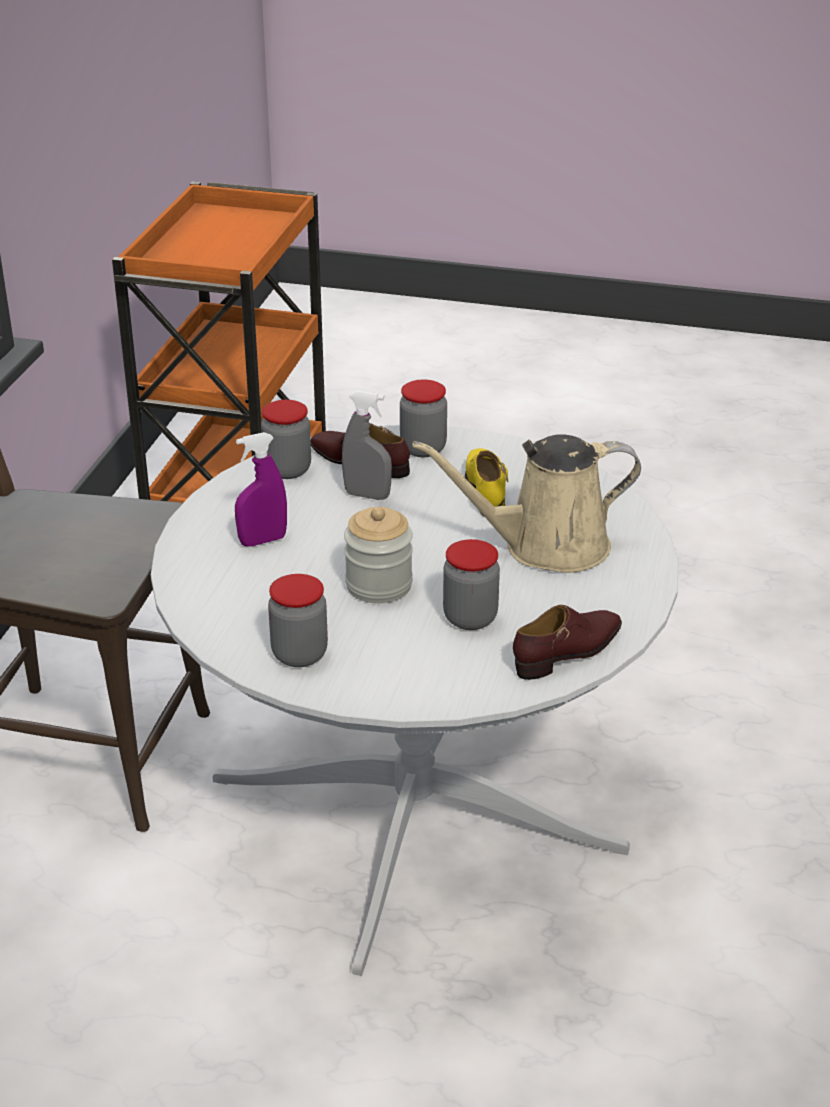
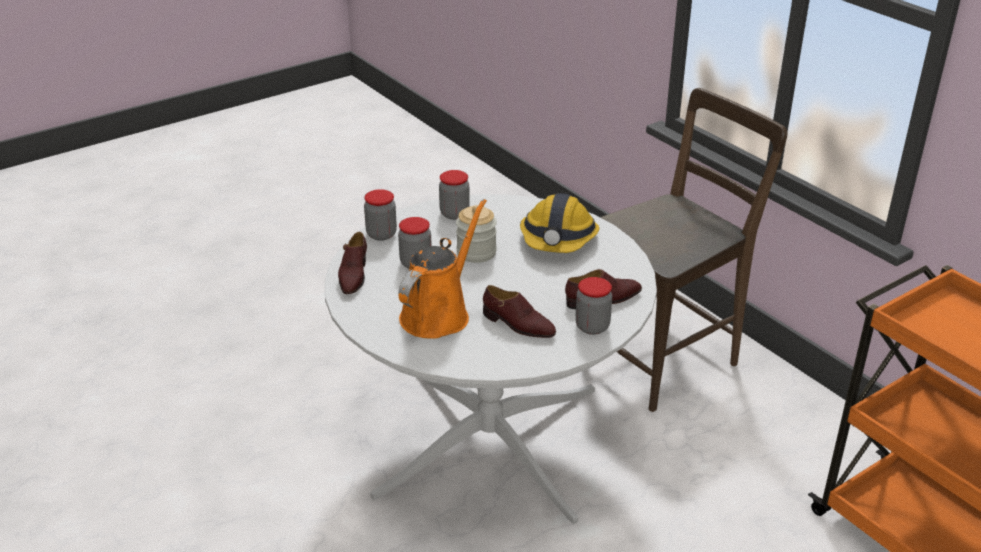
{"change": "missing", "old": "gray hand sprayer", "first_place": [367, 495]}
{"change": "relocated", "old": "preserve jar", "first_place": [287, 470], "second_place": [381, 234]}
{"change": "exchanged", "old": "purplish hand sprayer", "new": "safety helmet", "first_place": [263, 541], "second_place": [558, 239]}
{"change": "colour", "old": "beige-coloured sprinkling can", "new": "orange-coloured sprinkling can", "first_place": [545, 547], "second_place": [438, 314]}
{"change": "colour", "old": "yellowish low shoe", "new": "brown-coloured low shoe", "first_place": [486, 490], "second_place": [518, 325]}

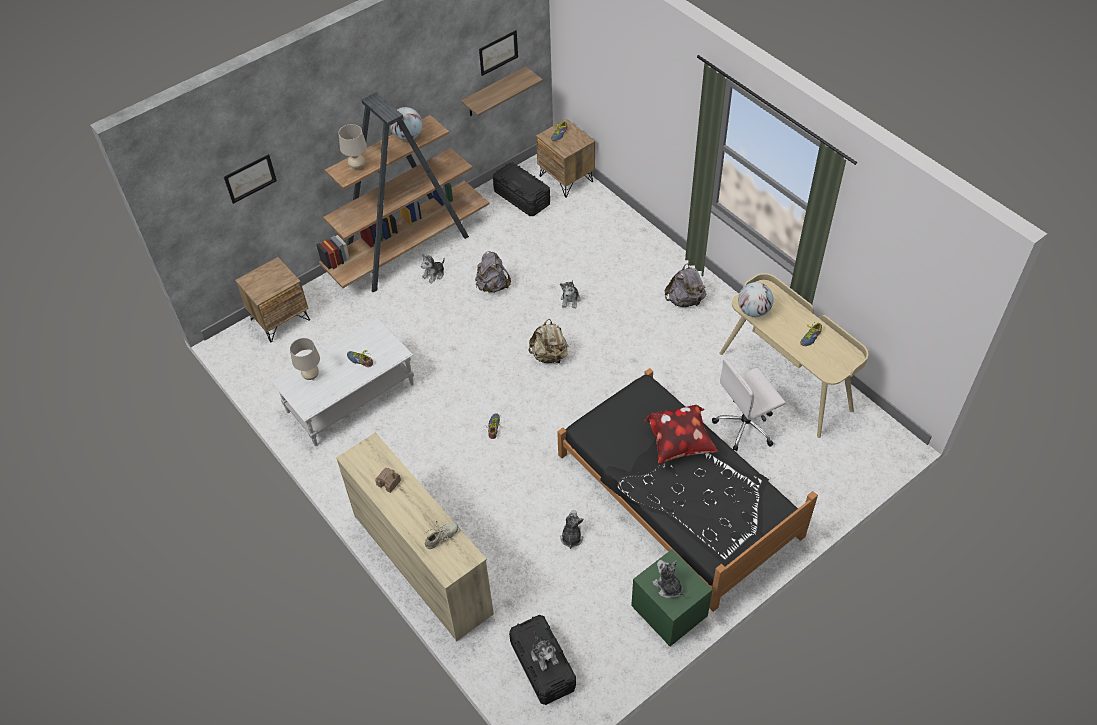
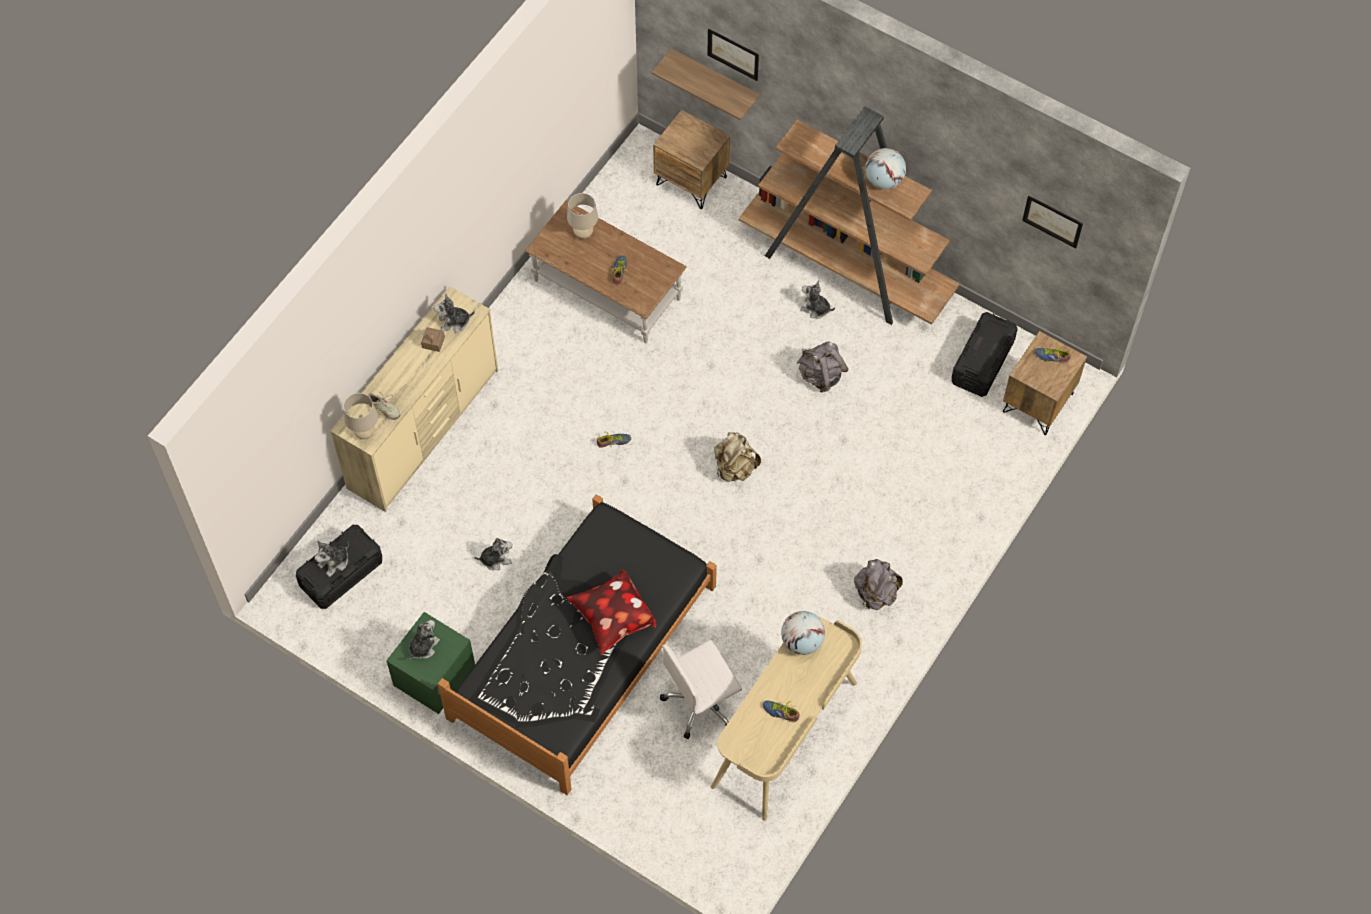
{"change": "relocated", "old": "wall shelf", "first_place": [494, 92], "second_place": [715, 80]}
{"change": "relocated", "old": "beige-coloured lamp for a table", "first_place": [357, 166], "second_place": [365, 433]}
{"change": "relocated", "old": "soft toy", "first_place": [570, 300], "second_place": [454, 322]}
{"change": "colour", "old": "whitish lounge table", "new": "brown-coloured lounge table", "first_place": [350, 398], "second_place": [607, 289]}
{"change": "spun", "old": "whitish computer chair", "first_place": [746, 426], "second_place": [701, 703], "degrees": -75}

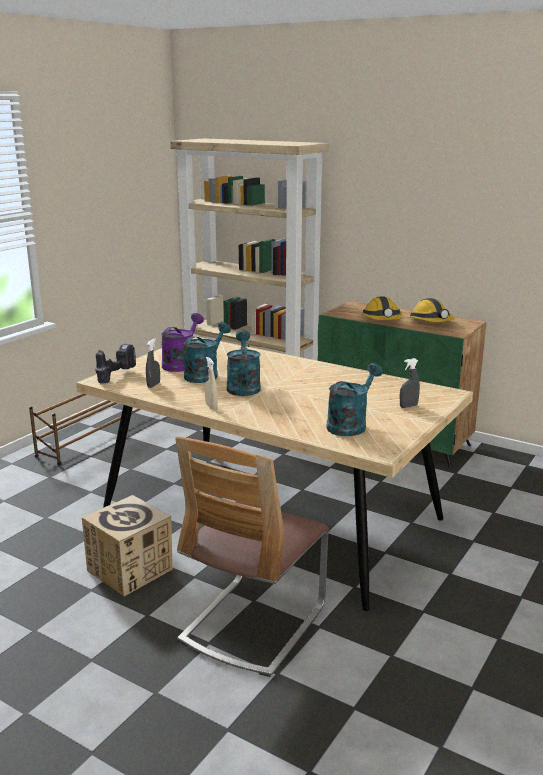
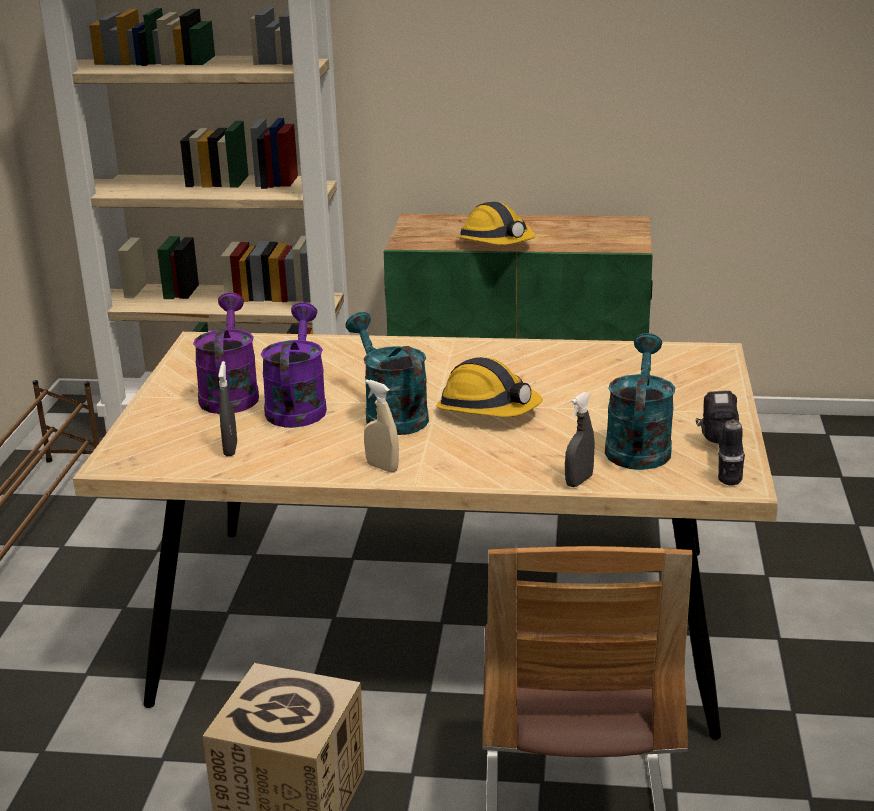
{"change": "relocated", "old": "safety helmet", "first_place": [431, 322], "second_place": [488, 409]}
{"change": "colour", "old": "turquoise sprinkling can", "new": "purplish sprinkling can", "first_place": [204, 374], "second_place": [297, 406]}
{"change": "relocated", "old": "power drill", "first_place": [115, 375], "second_place": [719, 460]}
{"change": "relocated", "old": "gray hand sprayer", "first_place": [408, 406], "second_place": [579, 481]}

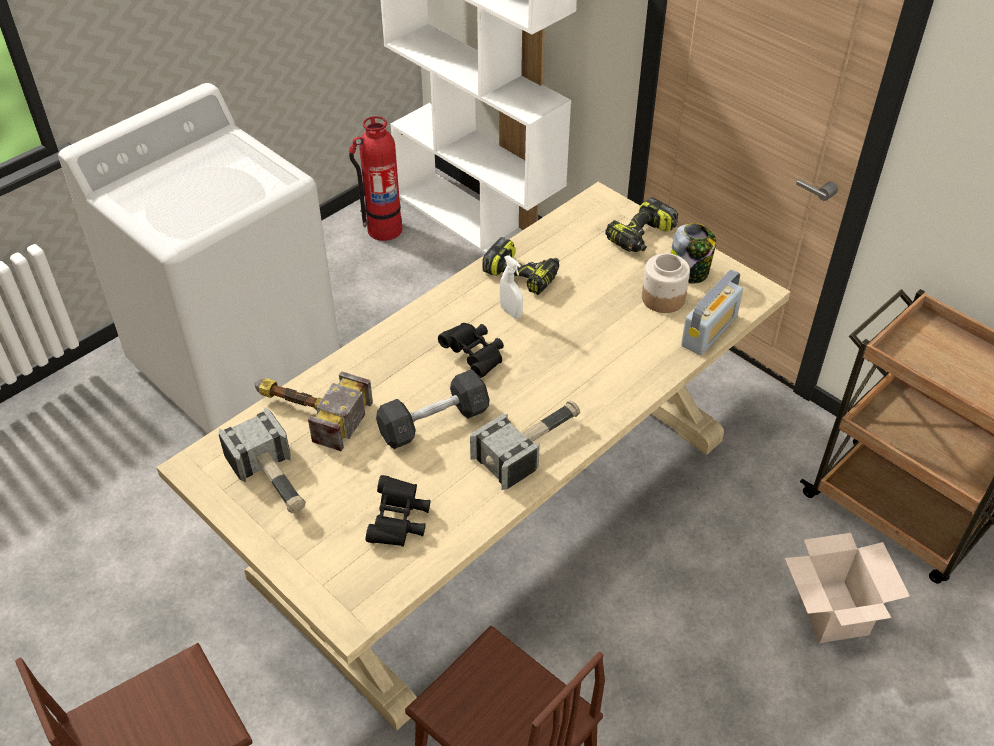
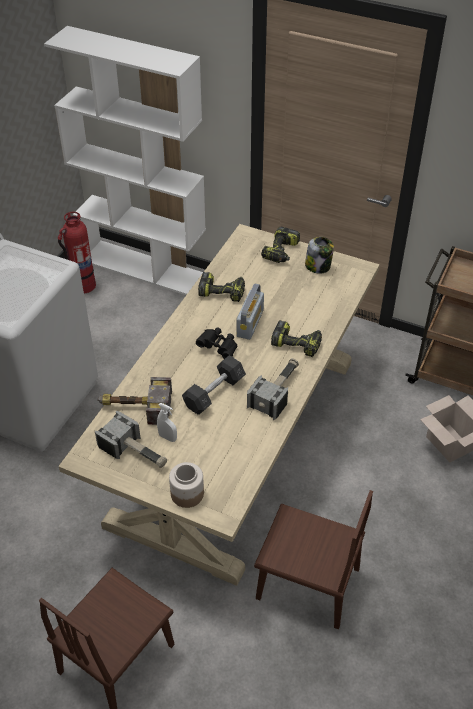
{"change": "relocated", "old": "preserve jar", "first_place": [662, 298], "second_place": [186, 494]}
{"change": "relocated", "old": "whitish hand sprayer", "first_place": [511, 312], "second_place": [167, 437]}
{"change": "relocated", "old": "radio set", "first_place": [709, 331], "second_place": [250, 323]}
{"change": "missing", "old": "black binoculars", "first_place": [399, 521]}
{"change": "appeared", "new": "power drill", "second_place": [297, 343]}

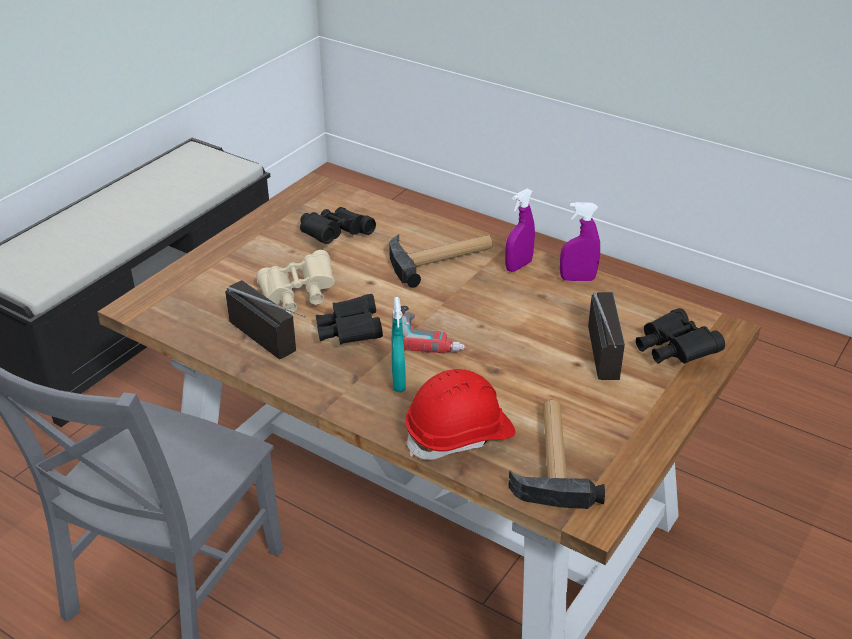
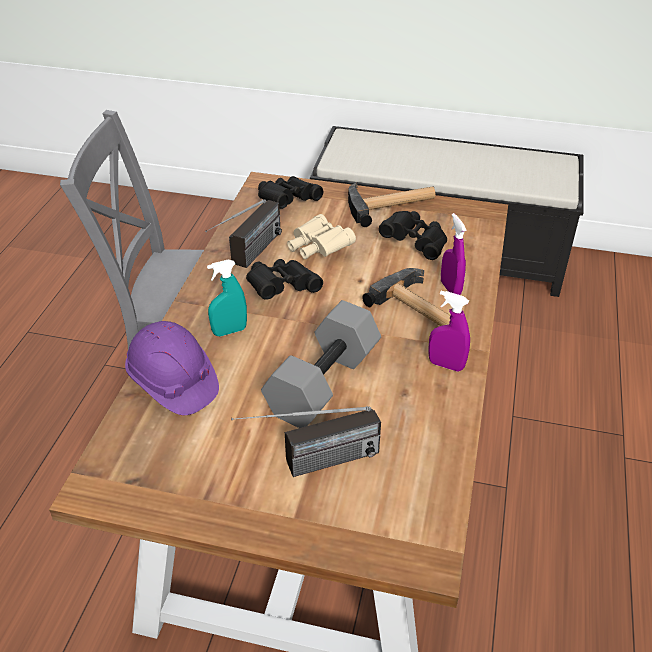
{"change": "relocated", "old": "purplish hand sprayer", "first_place": [577, 279], "second_place": [450, 289]}
{"change": "missing", "old": "power drill", "first_place": [430, 331]}
{"change": "relocated", "old": "black binoculars", "first_place": [673, 351], "second_place": [287, 202]}
{"change": "colour", "old": "reddish safety helmet", "new": "purplish safety helmet", "first_place": [460, 435], "second_place": [173, 383]}
{"change": "relocated", "old": "hand hammer", "first_place": [552, 458], "second_place": [391, 205]}
{"change": "appeared", "new": "gray free weight", "second_place": [322, 381]}

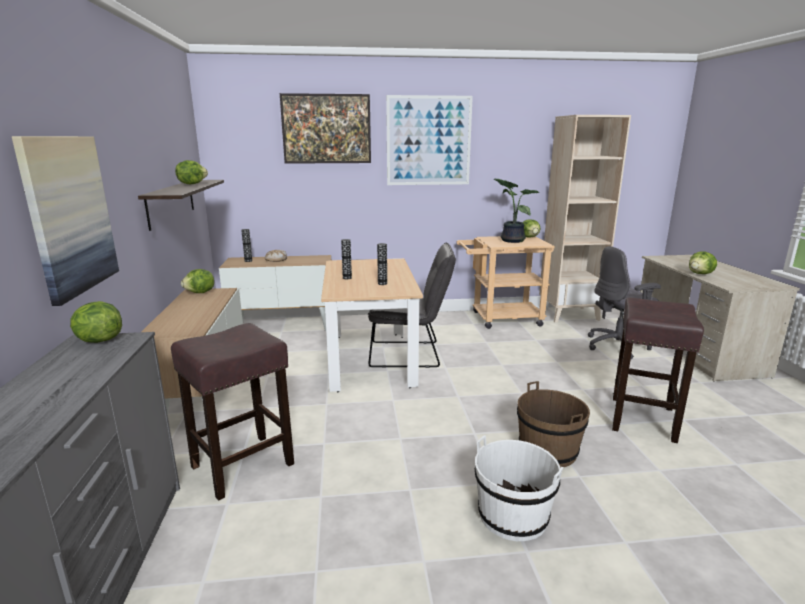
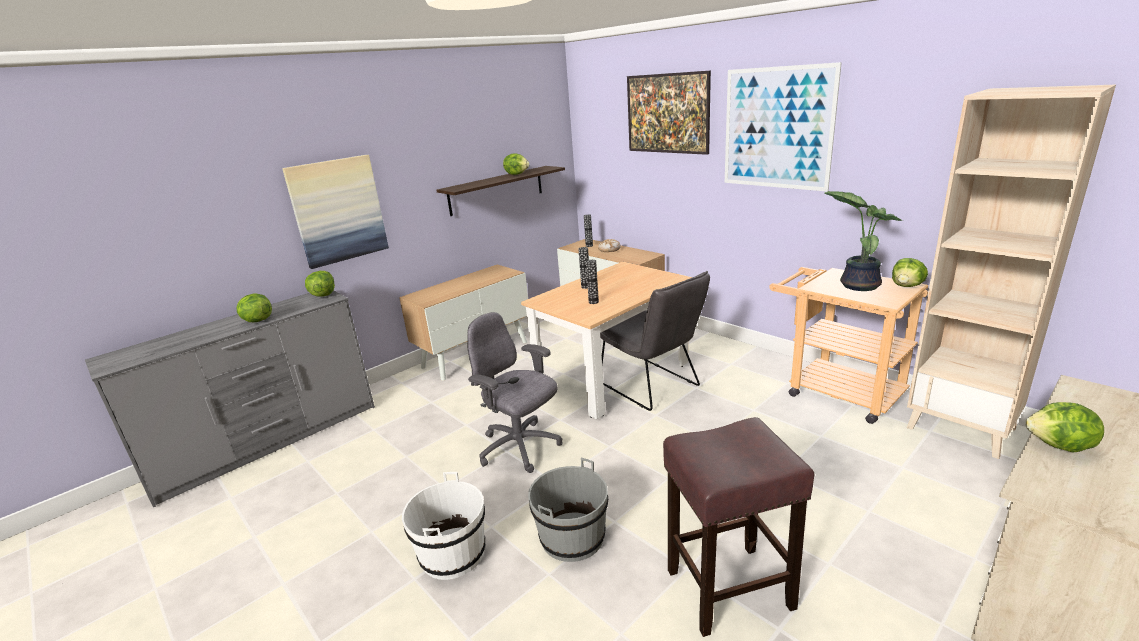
{"change": "relocated", "old": "gray computer chair", "first_place": [617, 346], "second_place": [520, 448]}
{"change": "relocated", "old": "lettuce head", "first_place": [200, 293], "second_place": [257, 321]}
{"change": "missing", "old": "brown-coloured stool seat", "first_place": [244, 464]}
{"change": "colour", "old": "brown-coloured water bucket", "new": "gray water bucket", "first_place": [548, 451], "second_place": [572, 537]}

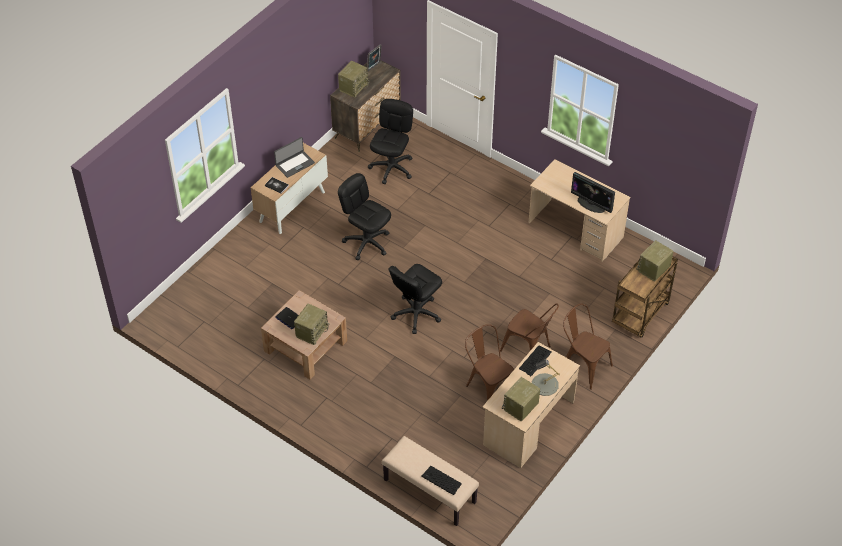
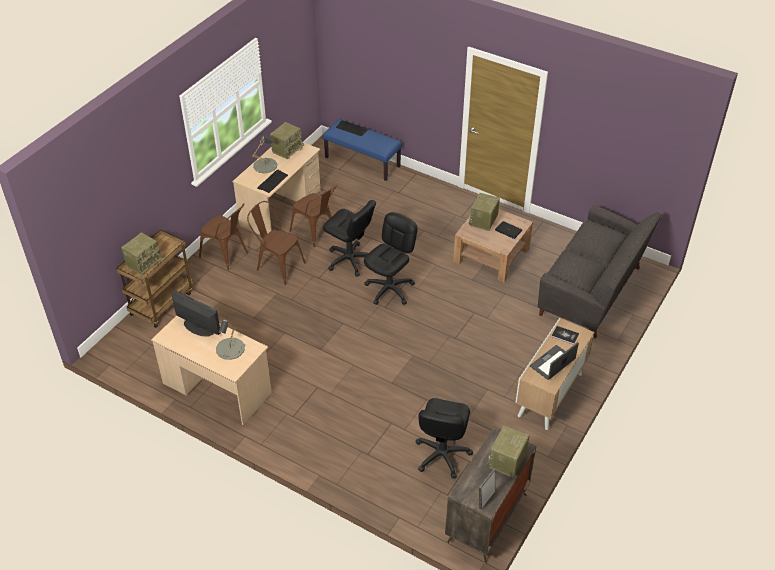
{"change": "relocated", "old": "black computer chair", "first_place": [367, 243], "second_place": [350, 260]}
{"change": "colour", "old": "beige-coloured long seat", "new": "blue long seat", "first_place": [429, 491], "second_place": [363, 162]}
{"change": "appeared", "new": "gray couch", "second_place": [592, 291]}
{"change": "appeared", "new": "gray lamp for a table", "second_place": [230, 348]}

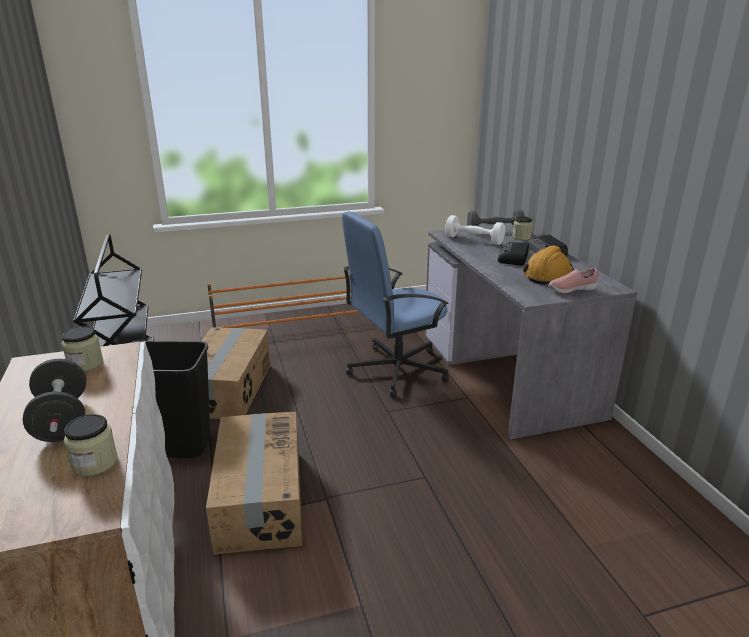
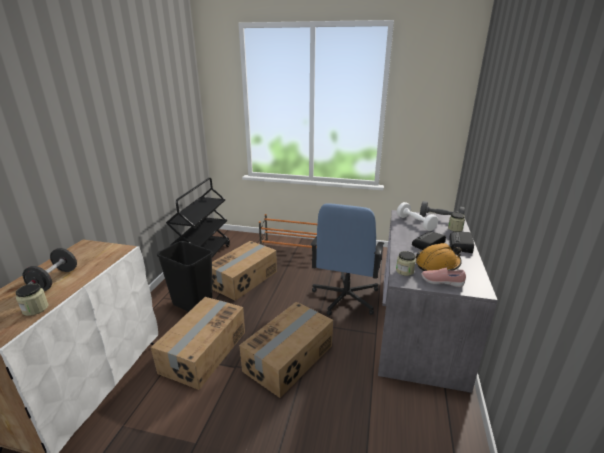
{"change": "spun", "old": "blue computer chair", "first_place": [396, 370], "second_place": [345, 298], "degrees": -75}
{"change": "relocated", "old": "preserve jar", "first_place": [85, 364], "second_place": [404, 271]}
{"change": "appeared", "new": "carton", "second_place": [289, 358]}

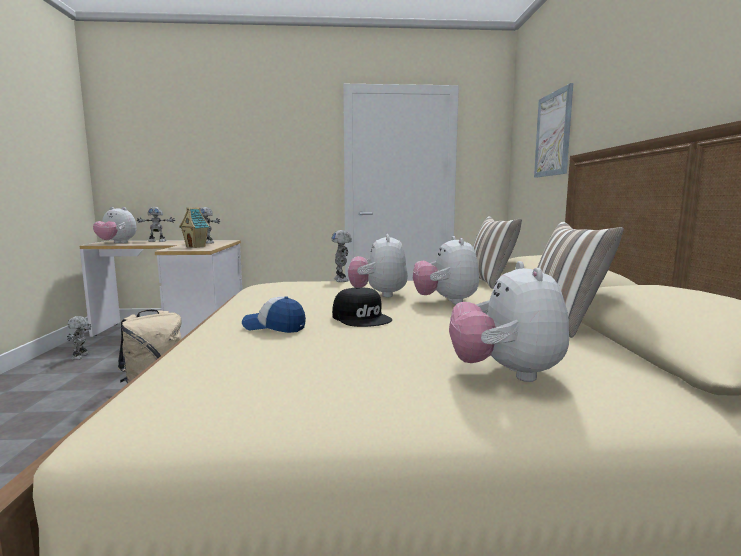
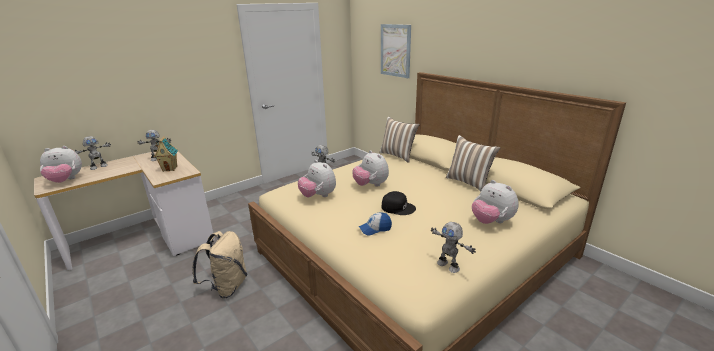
{"change": "relocated", "old": "soft toy", "first_place": [446, 302], "second_place": [318, 196]}
{"change": "relocated", "old": "model robot", "first_place": [81, 356], "second_place": [449, 266]}

